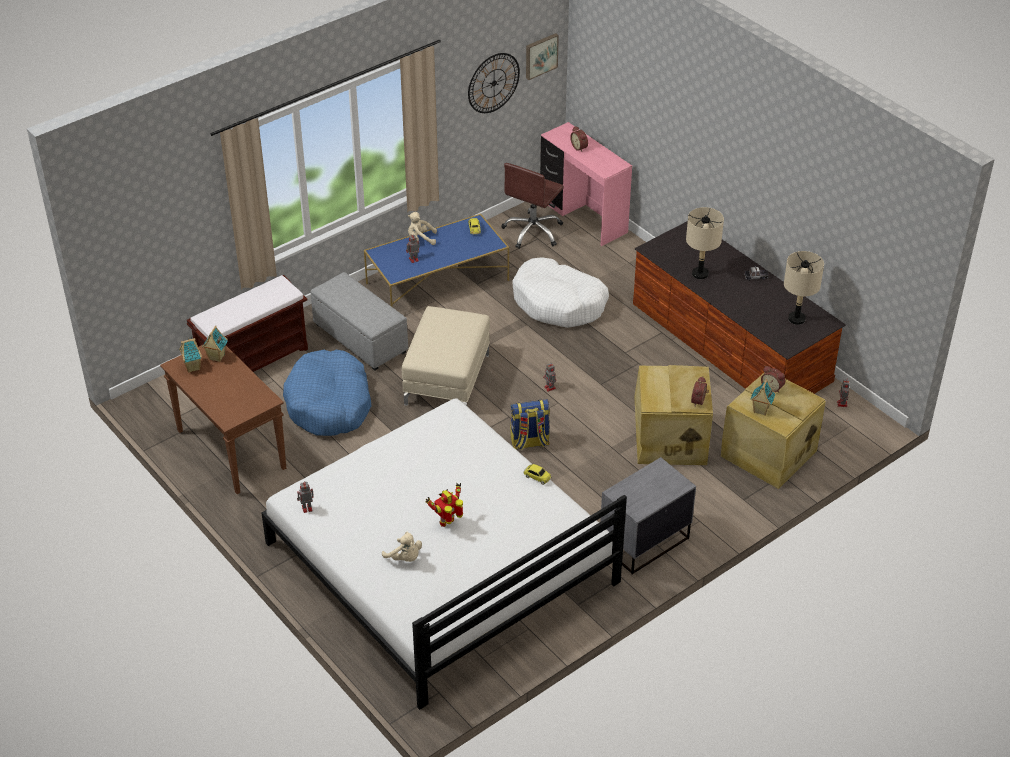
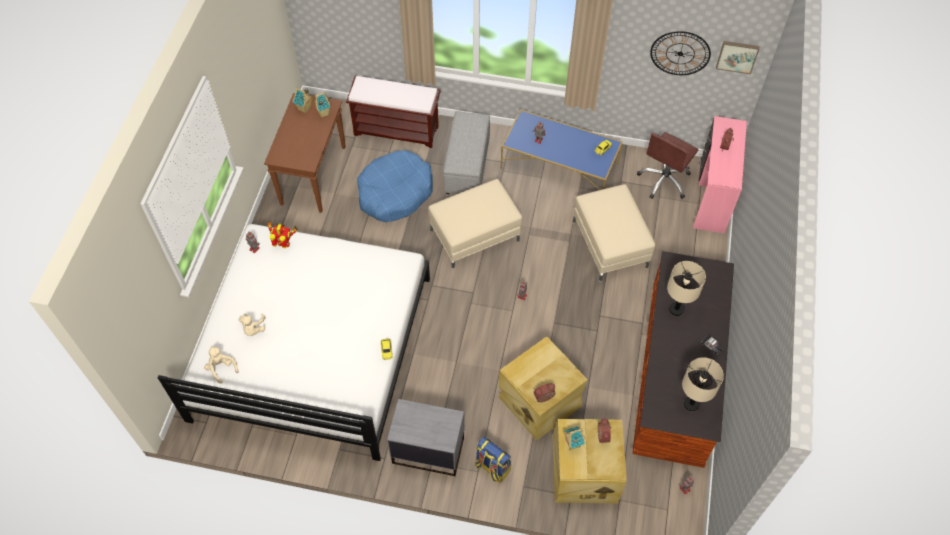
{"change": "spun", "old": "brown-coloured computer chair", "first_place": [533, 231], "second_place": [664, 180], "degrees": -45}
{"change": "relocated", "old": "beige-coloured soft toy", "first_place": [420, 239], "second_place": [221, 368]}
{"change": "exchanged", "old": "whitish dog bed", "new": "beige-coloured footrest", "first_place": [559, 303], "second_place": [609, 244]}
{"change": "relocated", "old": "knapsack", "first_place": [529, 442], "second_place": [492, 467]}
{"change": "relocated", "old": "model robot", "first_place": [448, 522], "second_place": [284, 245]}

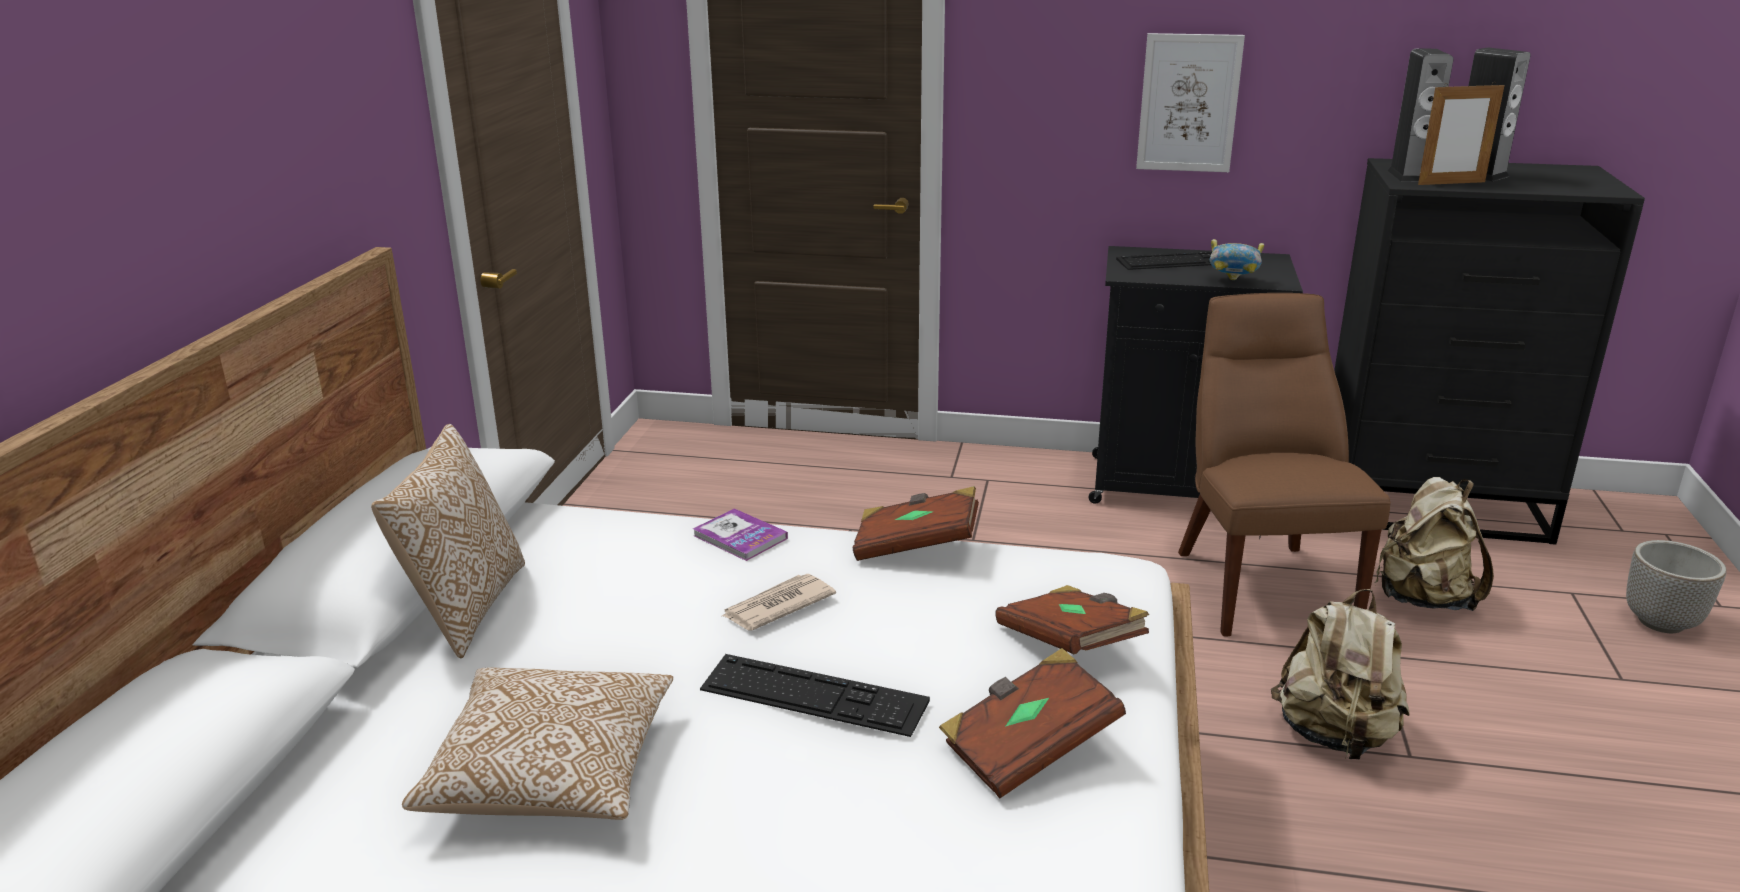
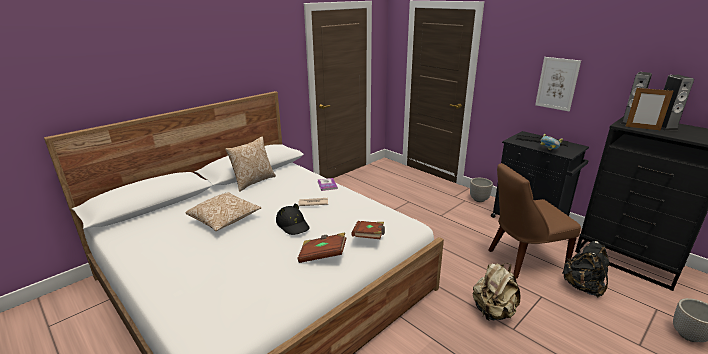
{"change": "spun", "old": "brown-coloured chair", "first_place": [1260, 584], "second_place": [523, 259], "degrees": -135}
{"change": "colour", "old": "beige-coloured knapsack", "new": "black knapsack", "first_place": [1423, 598], "second_place": [583, 286]}
{"change": "missing", "old": "brown-coloured book", "first_place": [916, 546]}
{"change": "exchanged", "old": "PC keyboard", "new": "black hat", "first_place": [813, 695], "second_place": [293, 225]}
{"change": "appeared", "new": "planter", "second_place": [478, 199]}

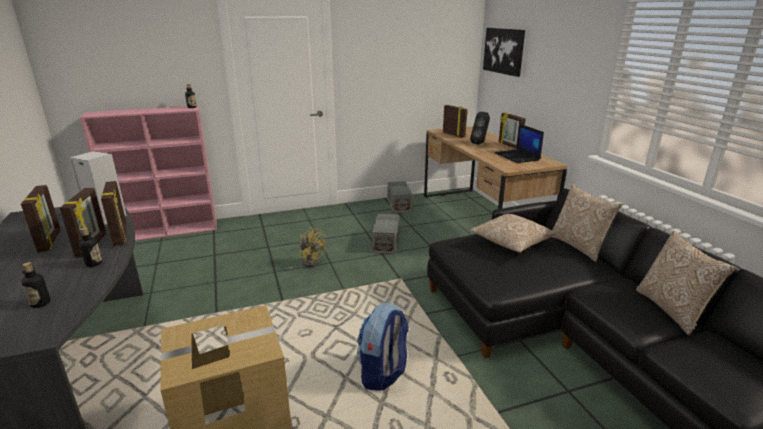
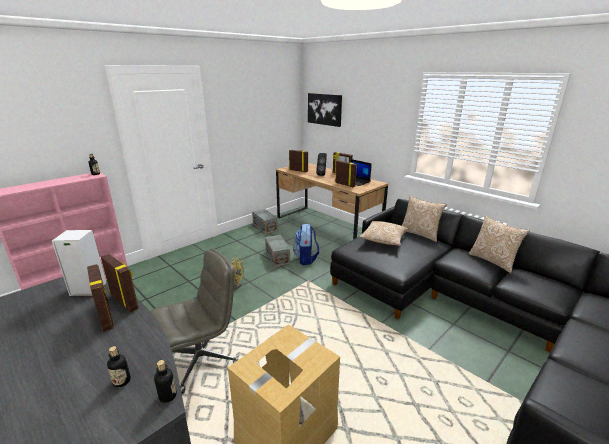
{"change": "relocated", "old": "picture frame", "first_place": [50, 241], "second_place": [345, 184]}
{"change": "relocated", "old": "bottle", "first_place": [94, 264], "second_place": [168, 396]}
{"change": "relocated", "old": "knapsack", "first_place": [383, 373], "second_place": [306, 259]}
{"change": "appeared", "new": "gray computer chair", "second_place": [201, 359]}

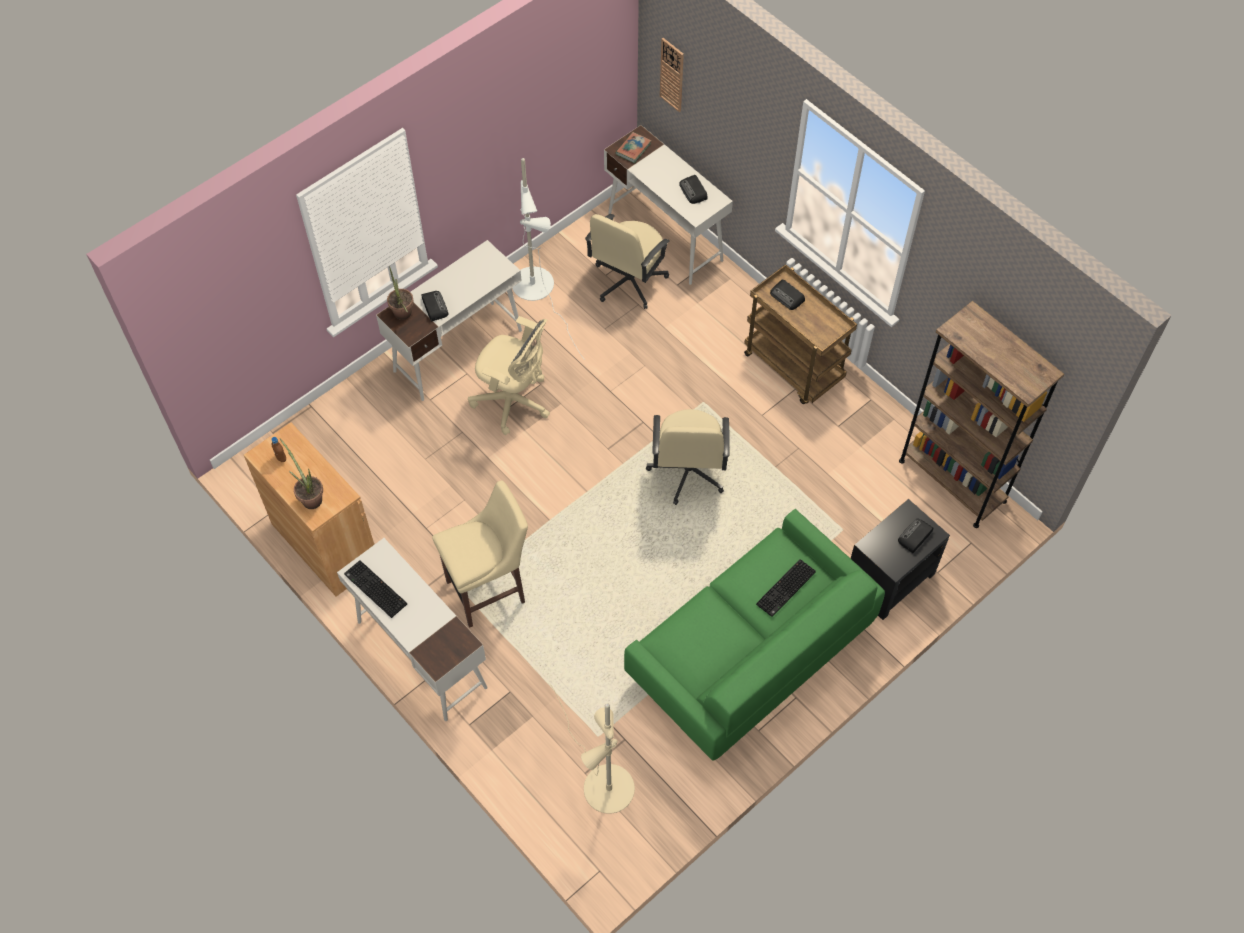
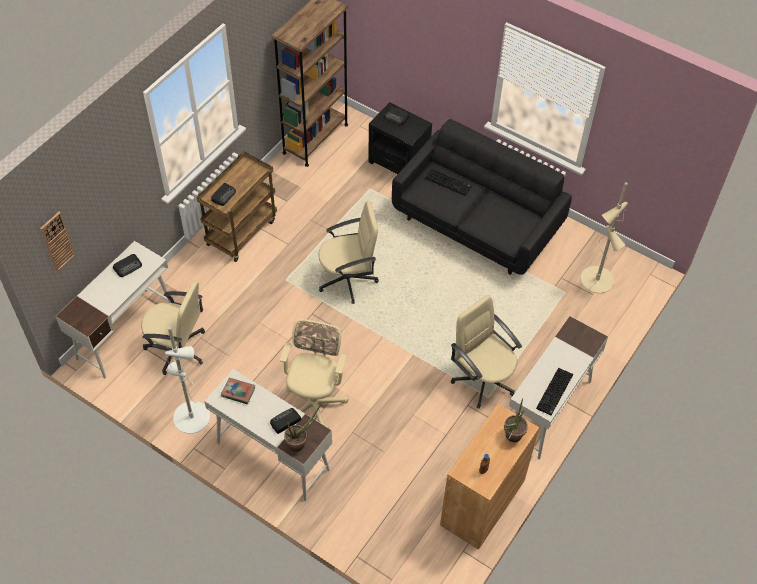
{"change": "relocated", "old": "book", "first_place": [633, 149], "second_place": [238, 392]}
{"change": "exchanged", "old": "beige-coloured stool seat", "new": "beige-coloured computer chair", "first_place": [489, 590], "second_place": [483, 379]}
{"change": "colour", "old": "green-coloured couch", "new": "black couch", "first_place": [749, 654], "second_place": [477, 223]}

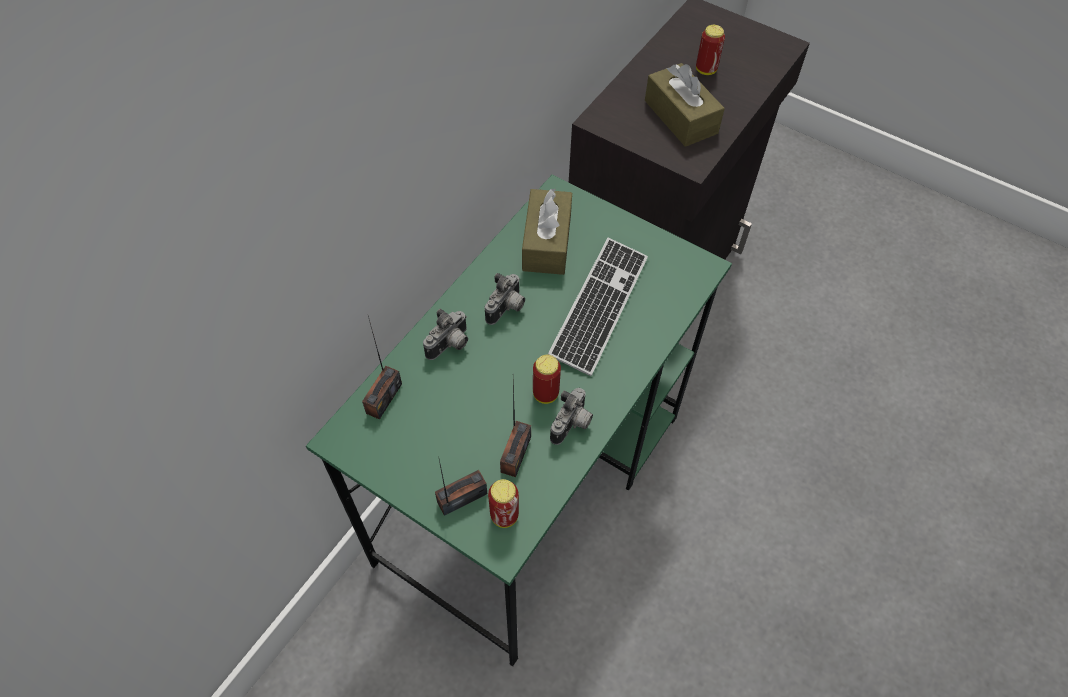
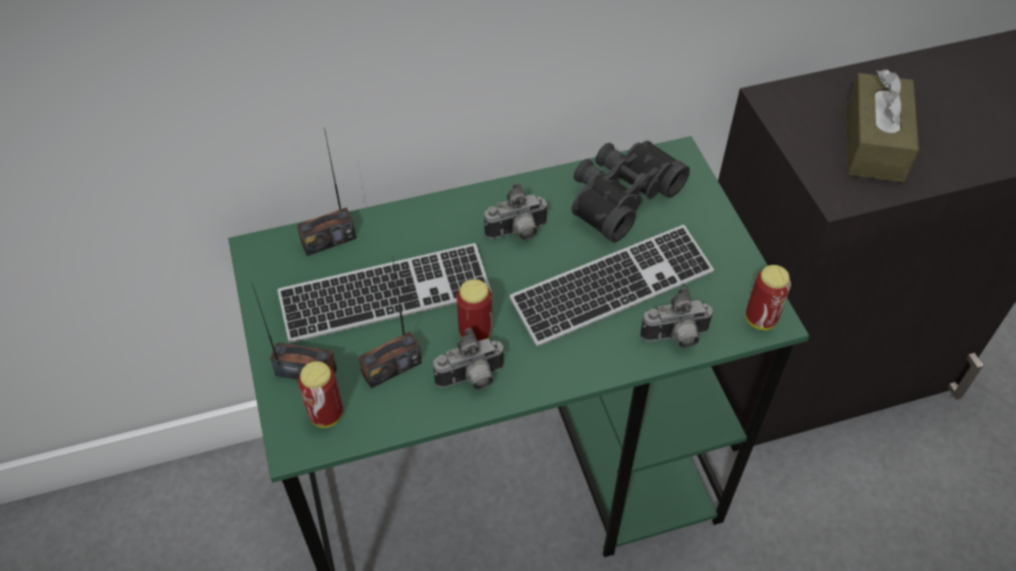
{"change": "relocated", "old": "metal can", "first_place": [706, 70], "second_place": [760, 319]}
{"change": "exchanged", "old": "brown-coloured tissue box", "new": "black binoculars", "first_place": [547, 242], "second_place": [619, 196]}
{"change": "relocated", "old": "photo camera", "first_place": [450, 345], "second_place": [676, 338]}
{"change": "appeared", "new": "PC keyboard", "second_place": [385, 296]}

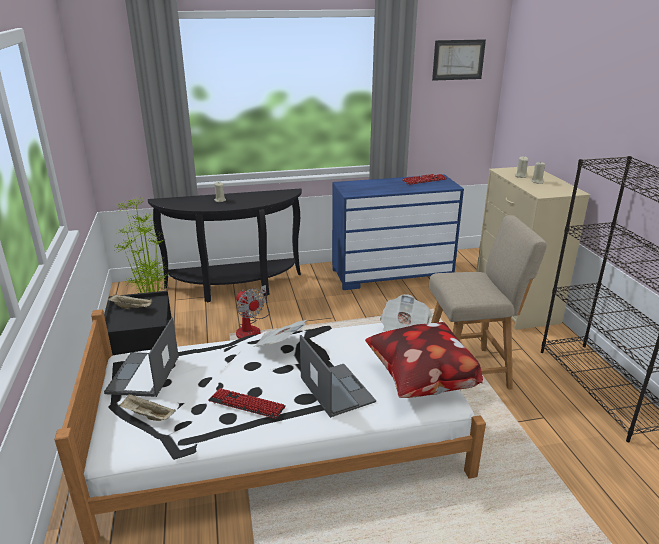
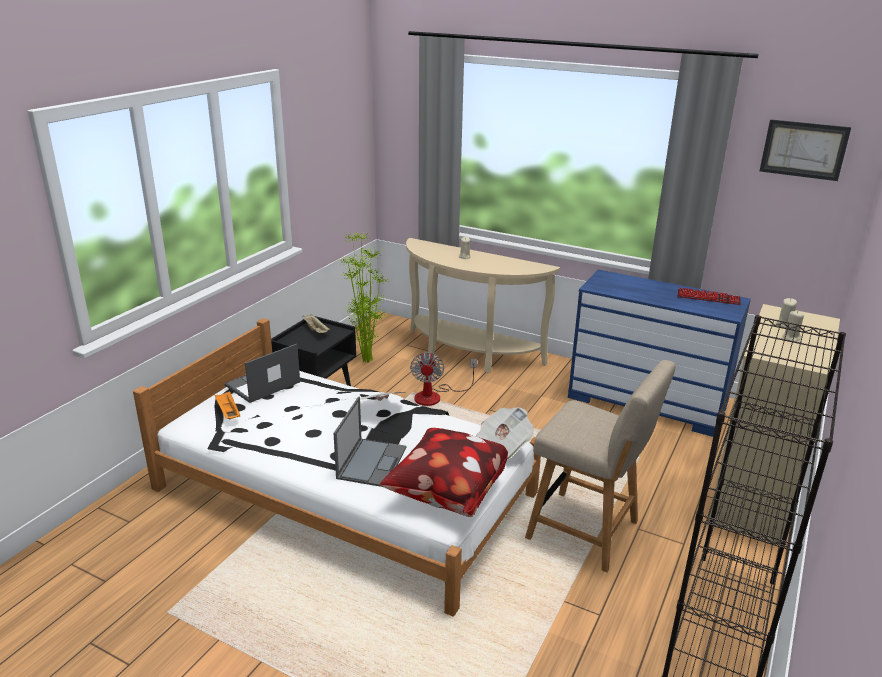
{"change": "colour", "old": "black narrow table", "new": "beige-coloured narrow table", "first_place": [235, 288], "second_place": [468, 354]}
{"change": "missing", "old": "PC keyboard", "first_place": [247, 404]}
{"change": "colour", "old": "beige-coloured carrying tray", "new": "orange-coloured carrying tray", "first_place": [147, 416], "second_place": [228, 412]}

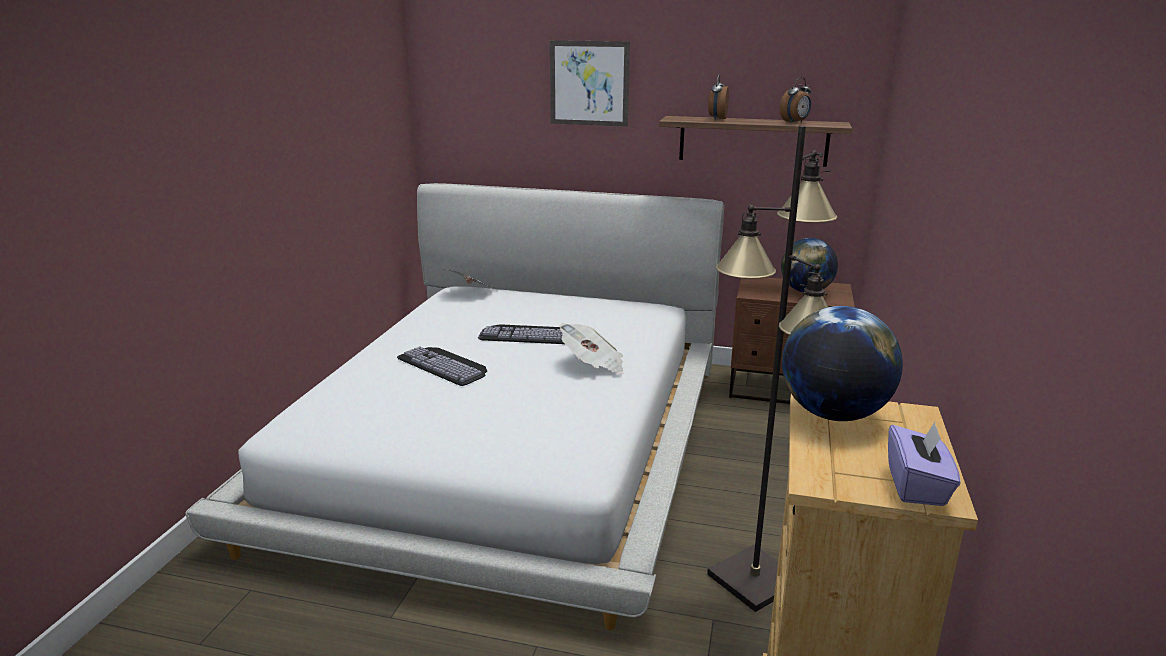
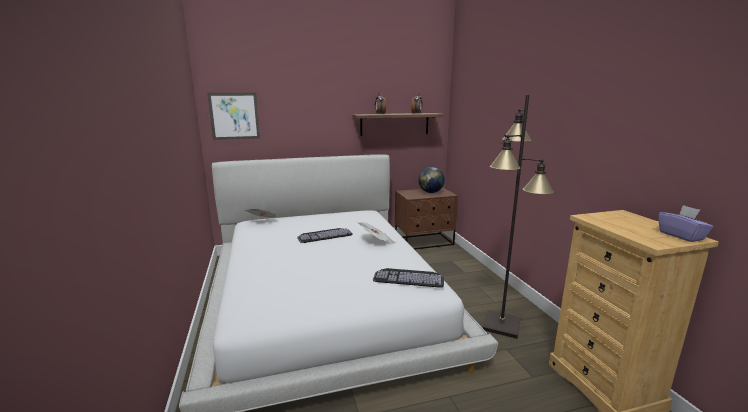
{"change": "relocated", "old": "wall art", "first_place": [589, 83], "second_place": [234, 116]}
{"change": "missing", "old": "world globe", "first_place": [833, 414]}
{"change": "relocated", "old": "PC keyboard", "first_place": [446, 365], "second_place": [409, 277]}

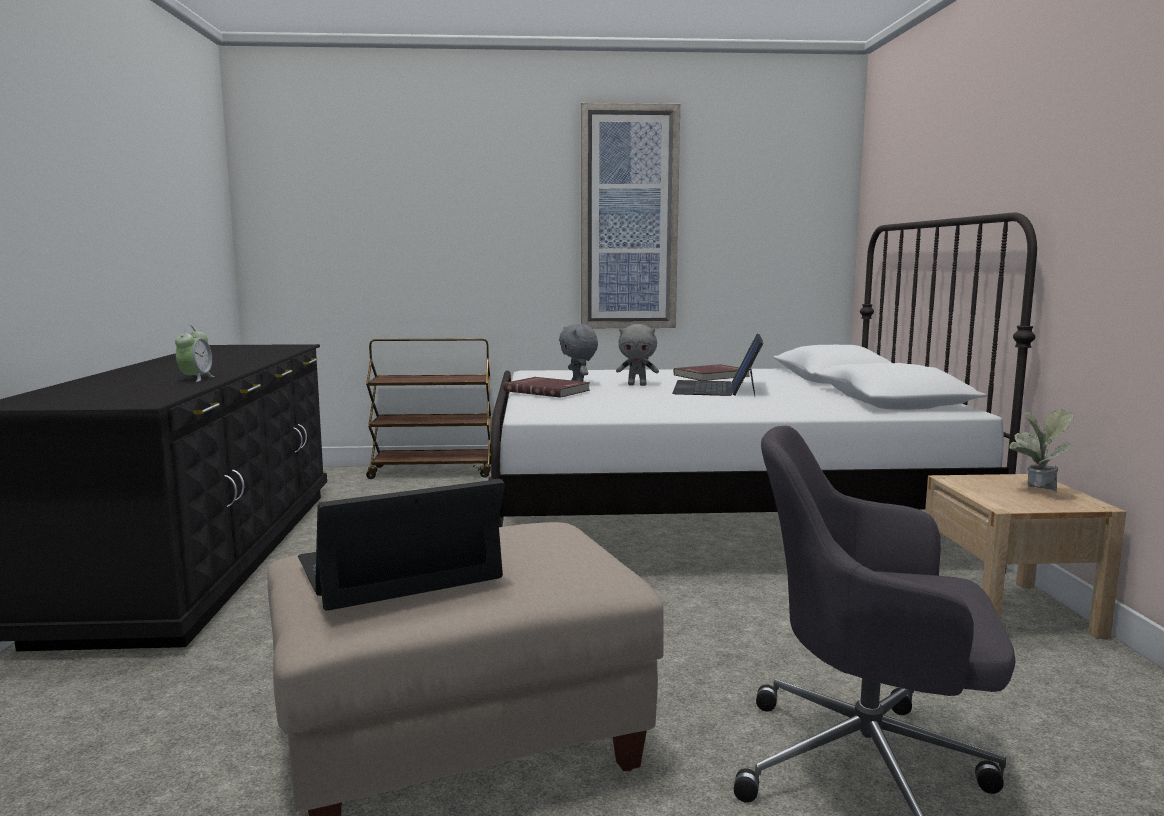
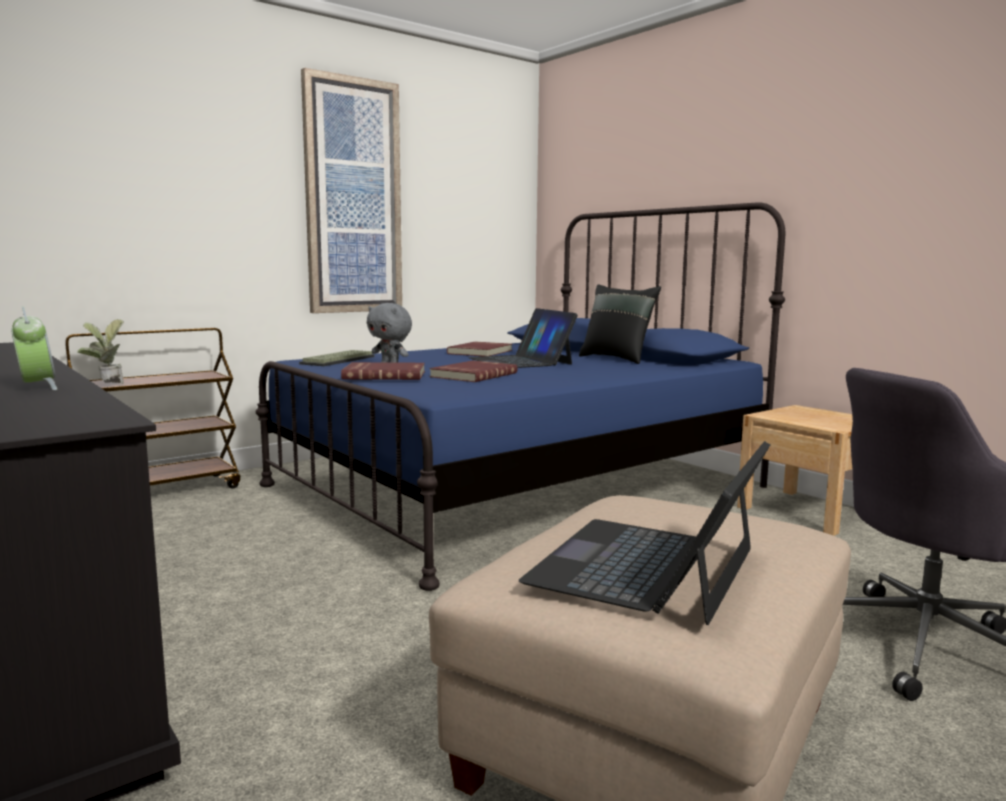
{"change": "colour", "old": "whitish sleeping bed", "new": "blue sleeping bed", "first_place": [713, 518], "second_place": [517, 486]}
{"change": "missing", "old": "gray soft toy", "first_place": [637, 385]}
{"change": "relocated", "old": "houseplant", "first_place": [1035, 492], "second_place": [107, 385]}
{"change": "appeared", "new": "black pillow", "second_place": [617, 359]}
{"change": "appeared", "new": "PC keyboard", "second_place": [339, 360]}
{"change": "appeared", "new": "reddish book", "second_place": [472, 375]}

